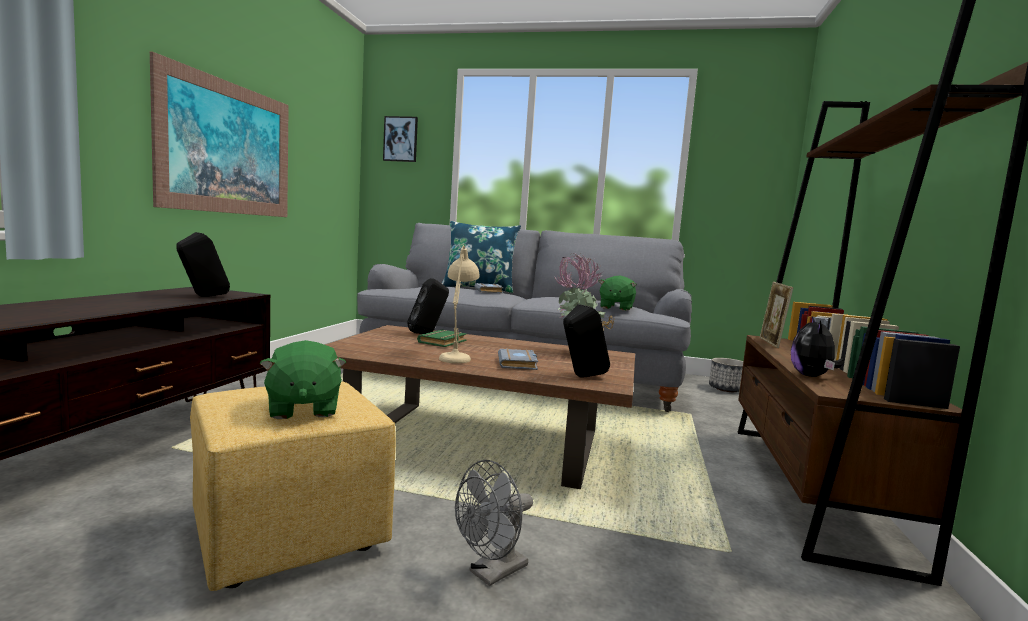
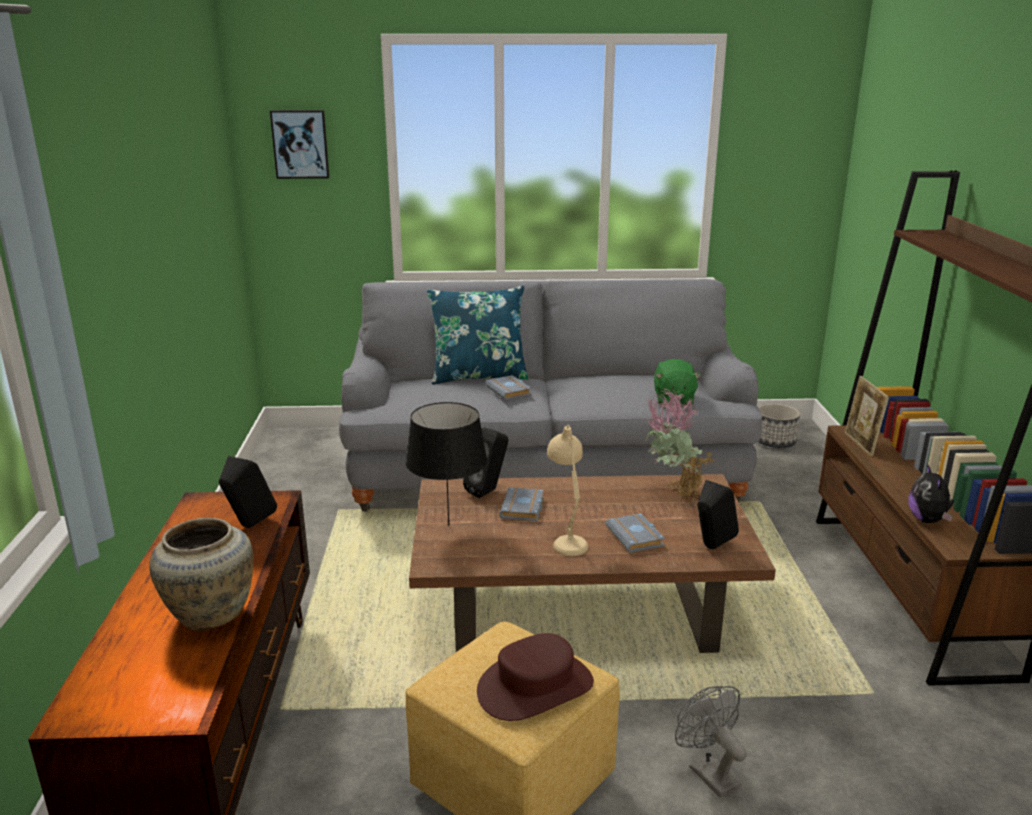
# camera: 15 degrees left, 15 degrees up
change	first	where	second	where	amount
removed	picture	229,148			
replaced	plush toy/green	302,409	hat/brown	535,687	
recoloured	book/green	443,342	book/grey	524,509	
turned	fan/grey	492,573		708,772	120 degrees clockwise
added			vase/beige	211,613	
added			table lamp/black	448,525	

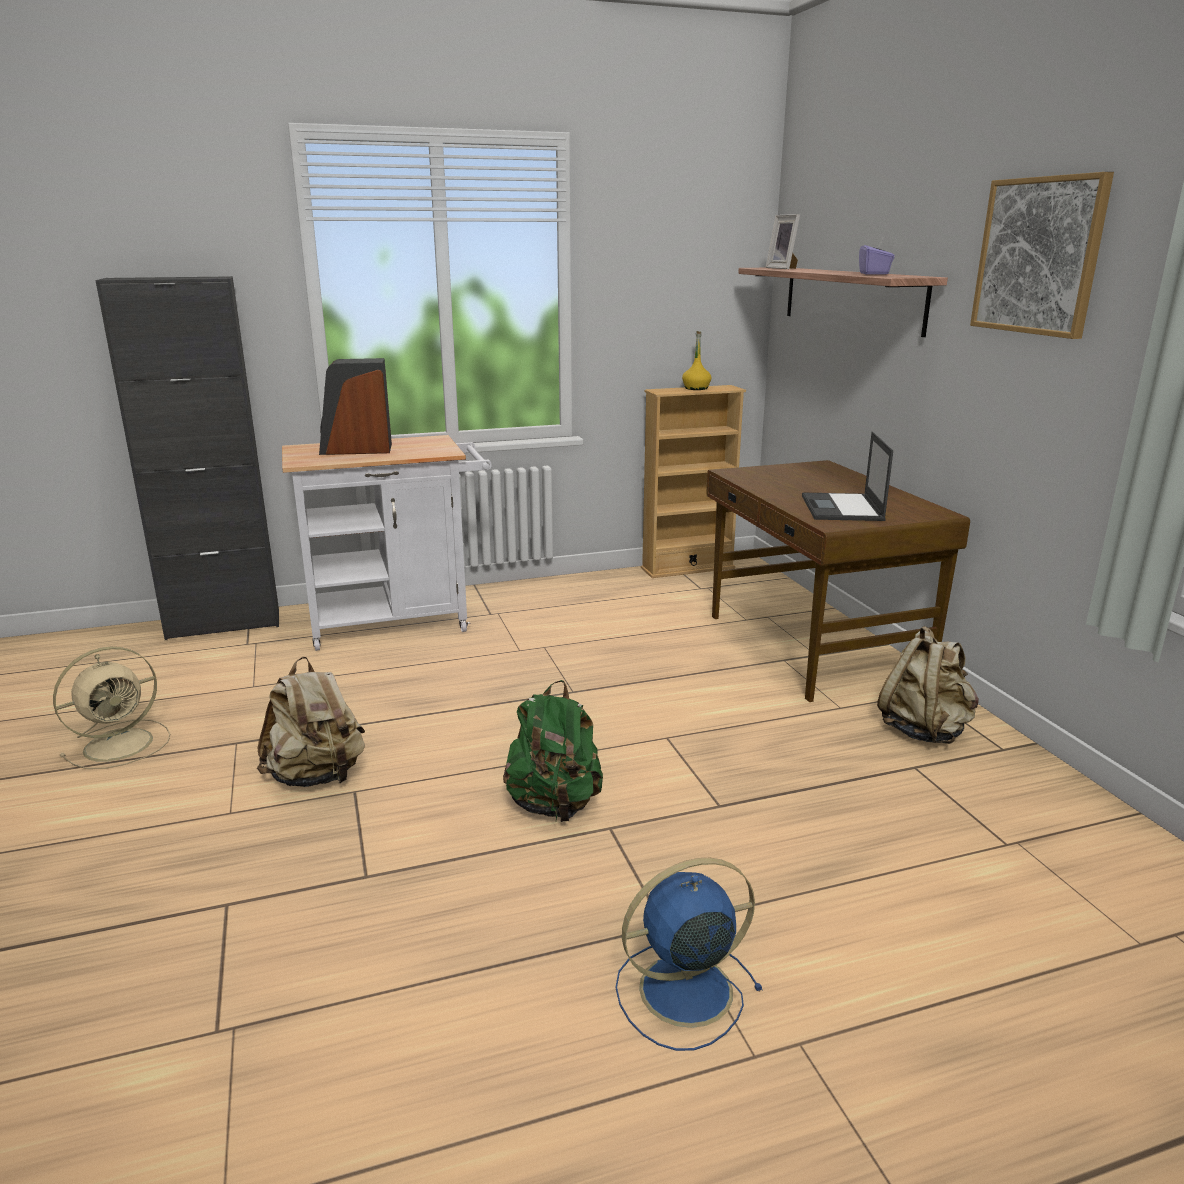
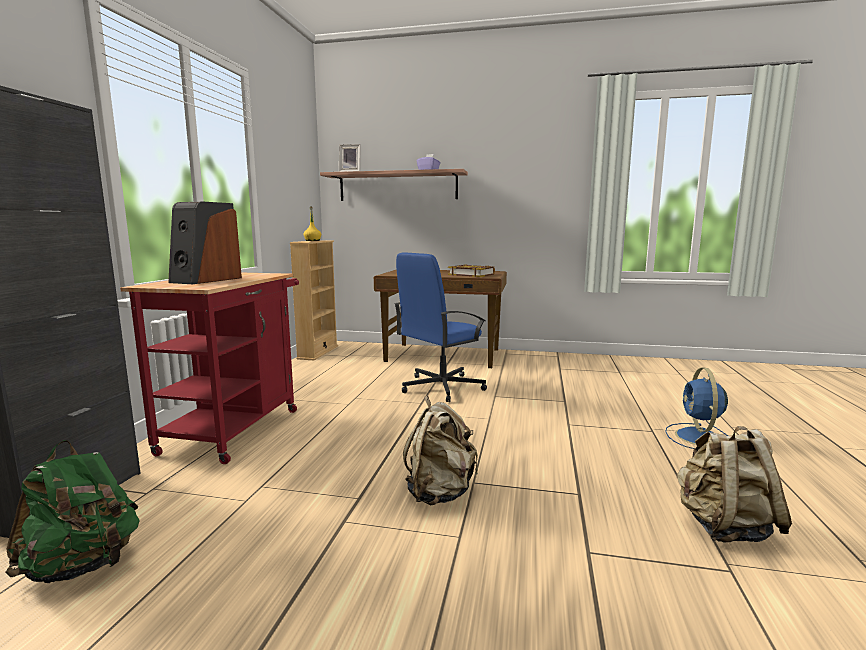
# camera: 60 degrees left, 10 degrees down
change	first	where	second	where	amount
removed	fan/beige	121,744			
recoloured	cart/white	399,622	cart/red	236,427	
moved	backpack/green	554,805		83,566	
replaced	laptop	842,508	book	471,274	
moved	backpack/beige	924,730		724,527	
removed	picture	1039,256			
added			office chair/blue	441,387	

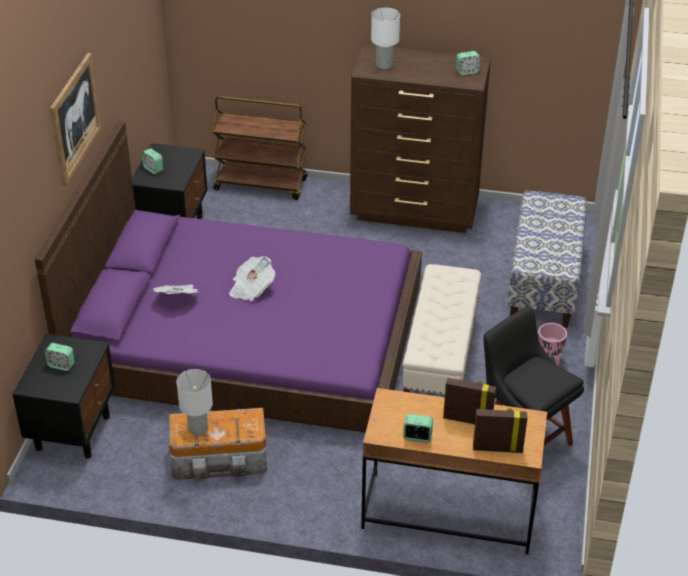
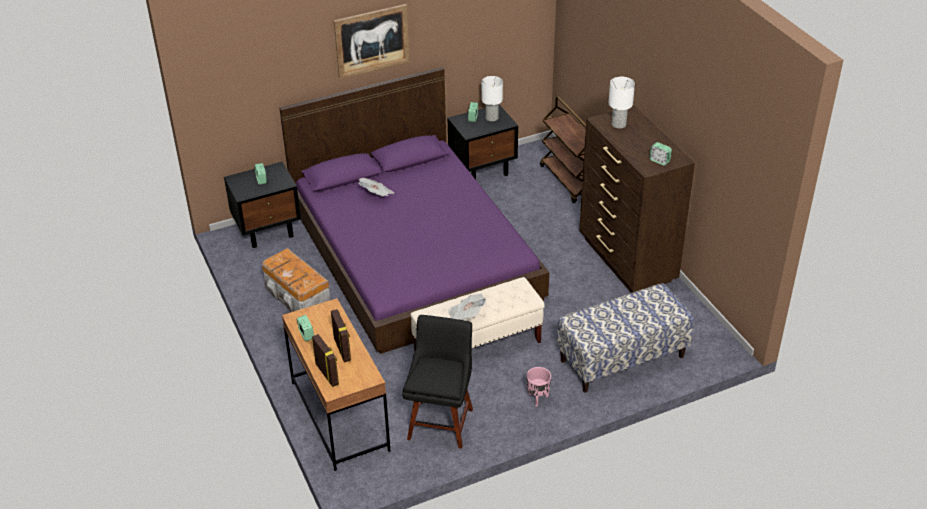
# camera: 55 degrees right, 0 degrees up
change	first	where	second	where	amount
moved	table lamp/white	198,428		492,118	
moved	newspaper	251,288		466,315	

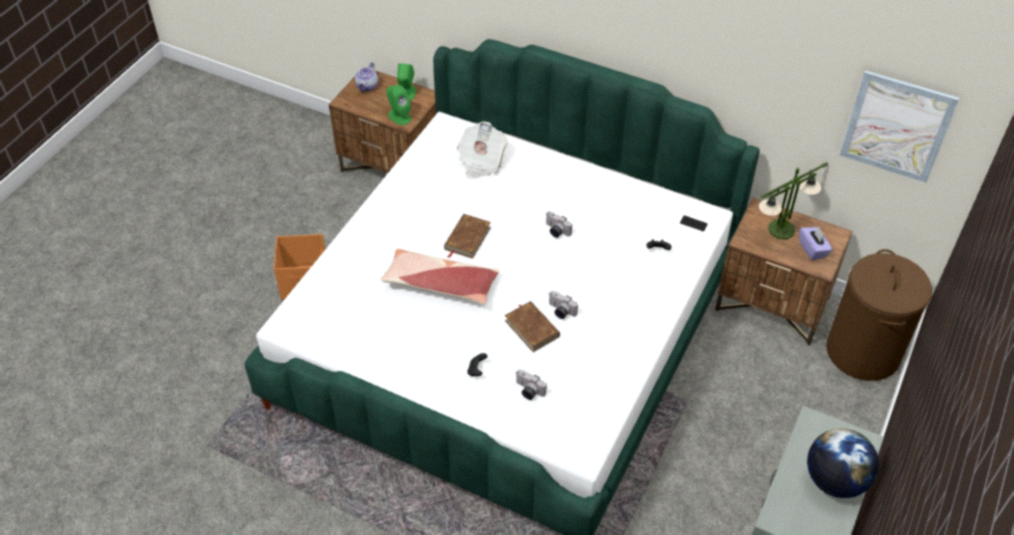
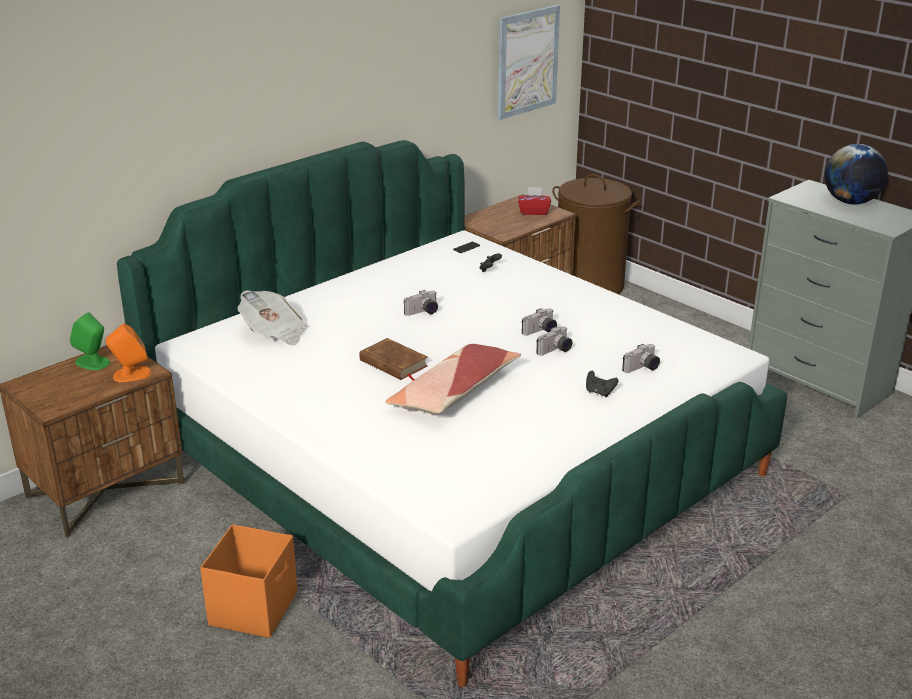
# camera: 70 degrees left, 20 degrees down
change	first	where	second	where	amount
removed	teapot	367,86			
recoloured	speaker/green	399,116	speaker/orange	131,374	
replaced	book/brown	532,328	photo camera	555,351	
removed	table lamp	781,230			
recoloured	tissue box/purple	813,249	tissue box/red	534,212	

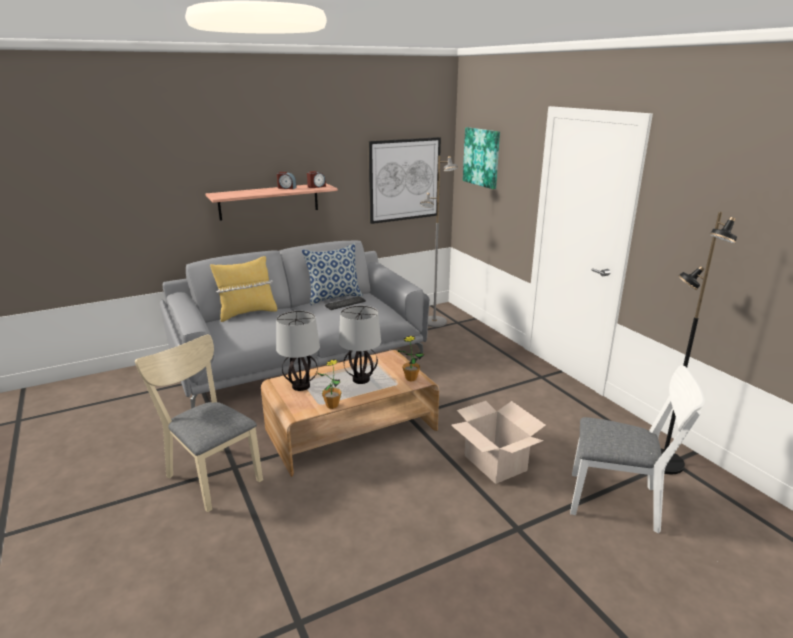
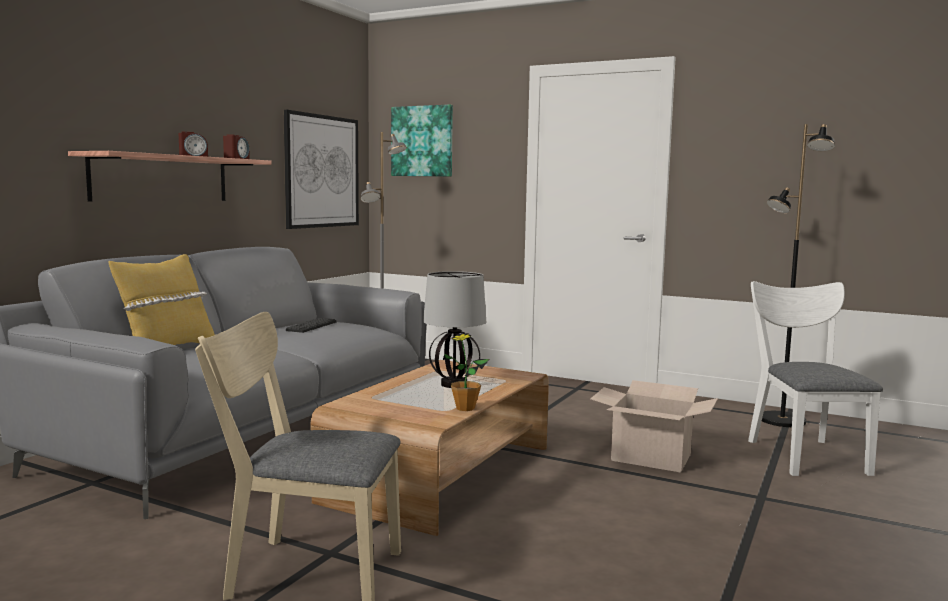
# camera: 35 degrees left, 15 degrees down
change	first	where	second	where	amount
removed	table lamp	301,386			
removed	pillow	334,297			
removed	potted plant	411,378			
turned	chair/white	621,502		803,453	75 degrees counterclockwise

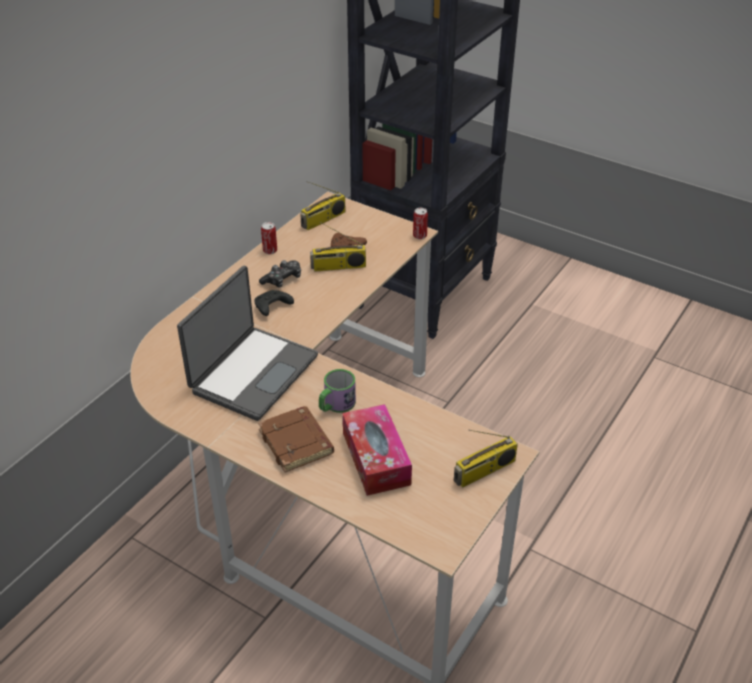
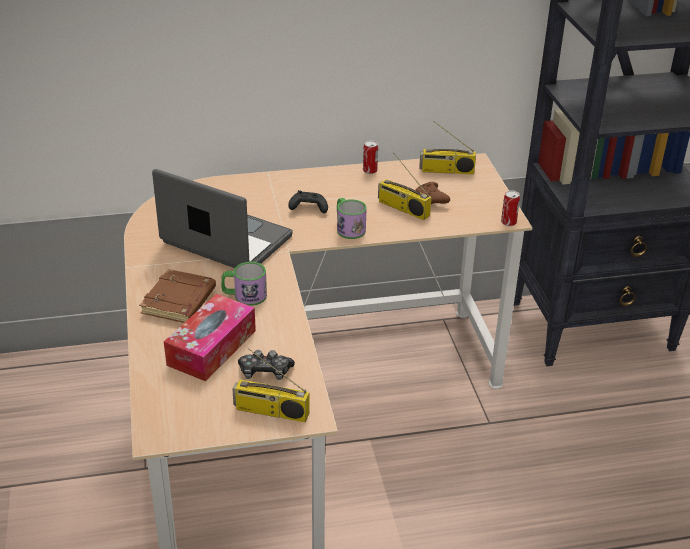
# camera: 45 degrees right, 5 degrees down
change	first	where	second	where	amount
turned	laptop	252,373		225,241	135 degrees counterclockwise
moved	game controller	282,279		265,372	
added			mug	348,228	

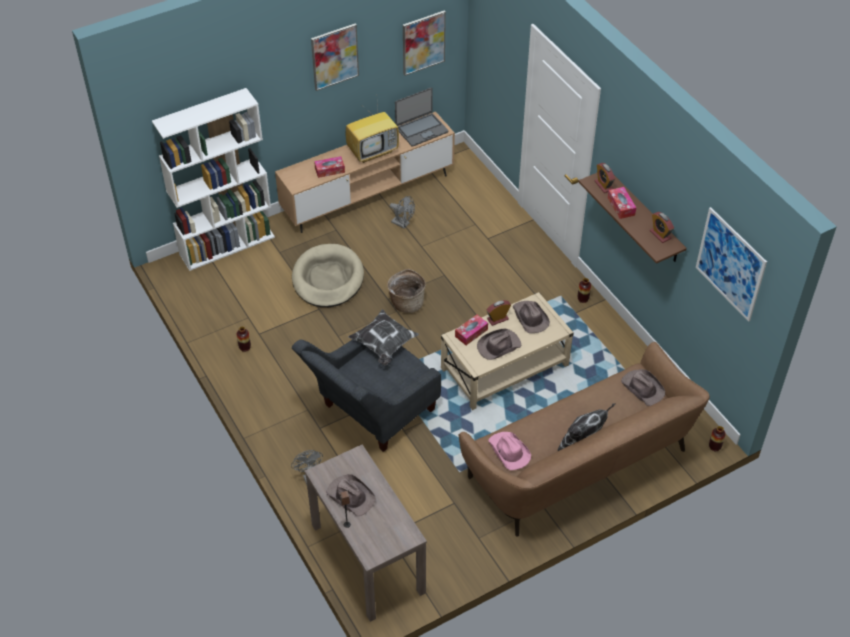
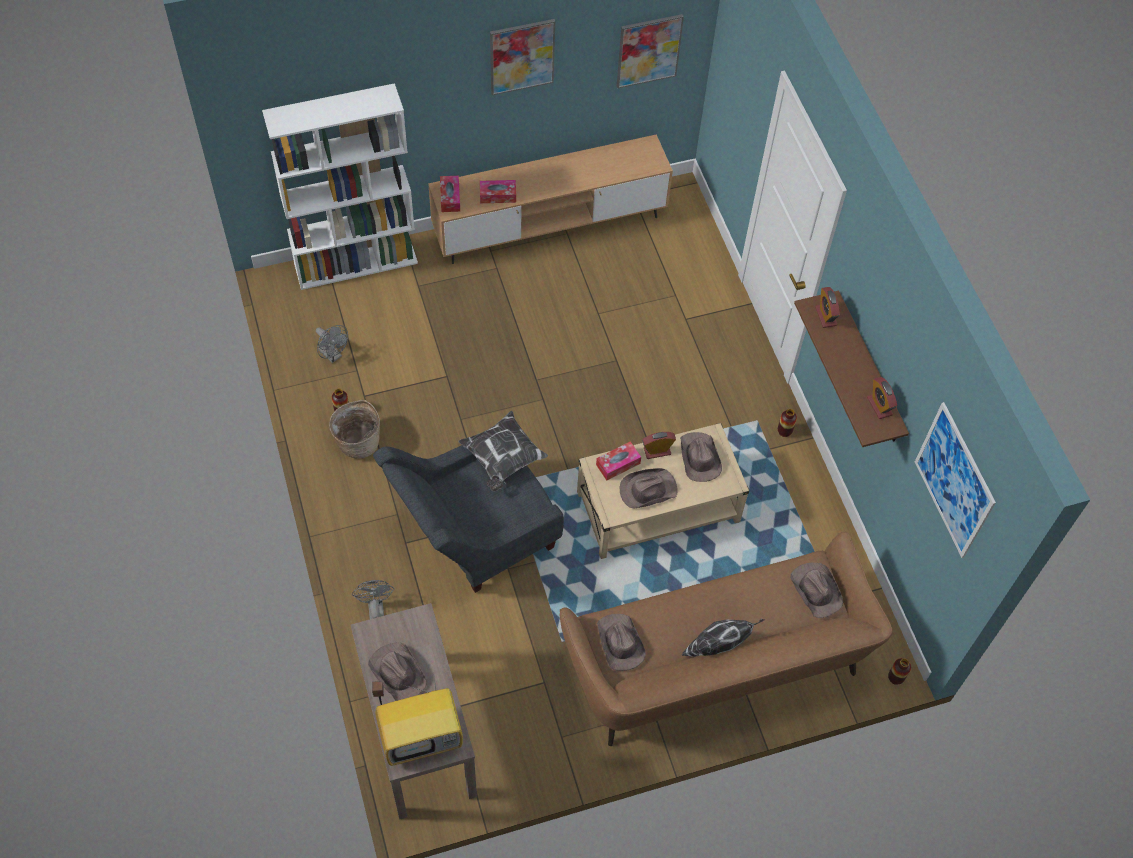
# camera: 10 degrees right, 10 degrees up
change	first	where	second	where	amount
removed	dog bed/beige	328,279			
moved	television	373,151		422,737	
moved	basket	406,302		358,441	
moved	fan/grey	403,224		333,355	
removed	laptop	421,130			
recoloured	hat/pink	509,452	hat/brown	619,643	
moved	tissue box	621,206		450,197	

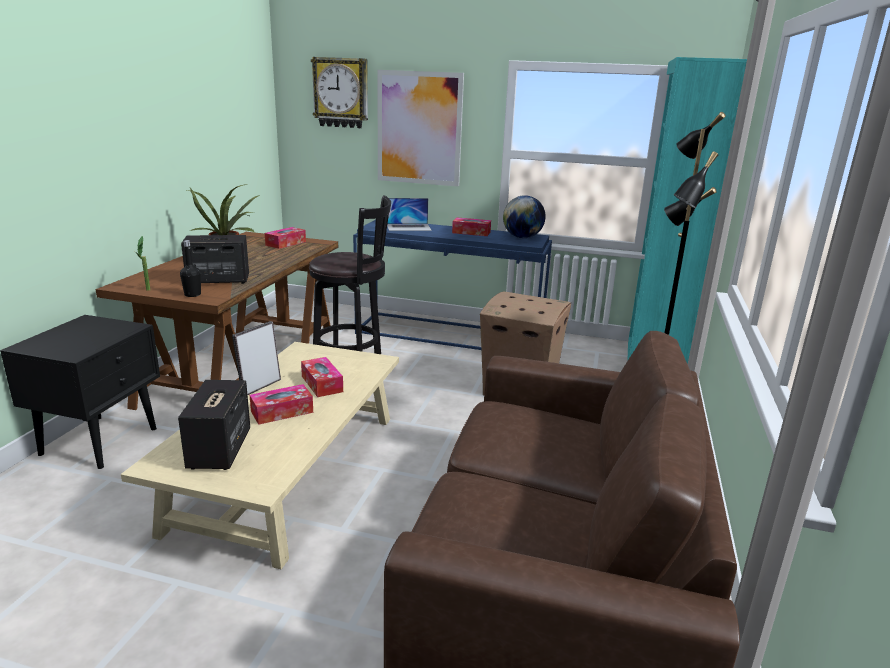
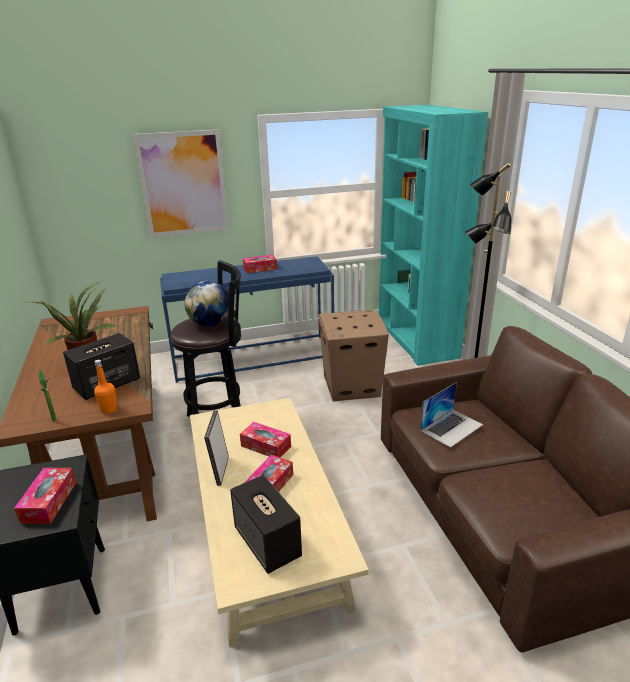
# camera: 30 degrees left, 5 degrees up
change	first	where	second	where	amount
recoloured	bottle/black	192,294	bottle/orange	109,409	
moved	tissue box	285,243		49,502	
removed	wall clock	341,93			
moved	laptop	409,227		451,427	
moved	globe	522,237		210,324	

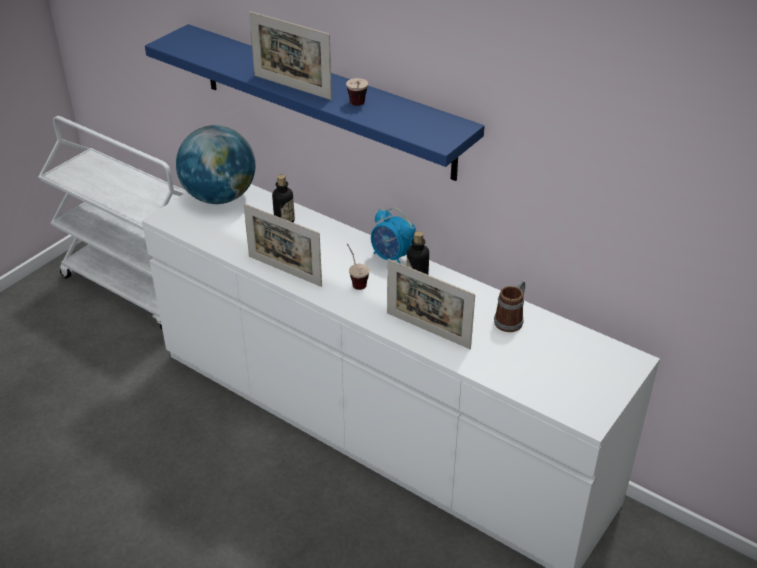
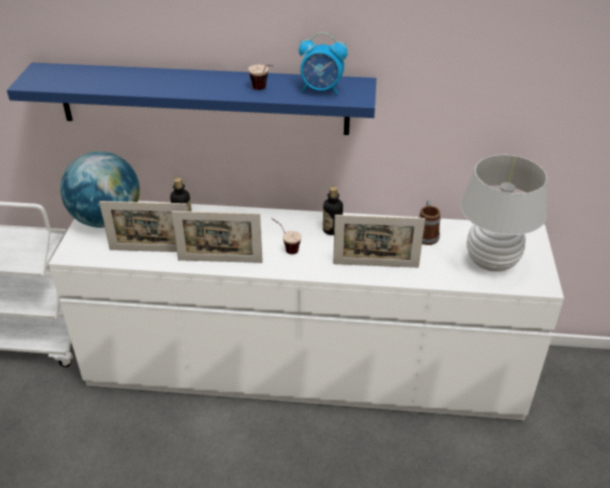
# camera: 30 degrees left, 0 degrees up
change	first	where	second	where	amount
moved	picture frame	292,87		151,251	
moved	alarm clock	392,257		321,90	
added			table lamp/white	491,262	

